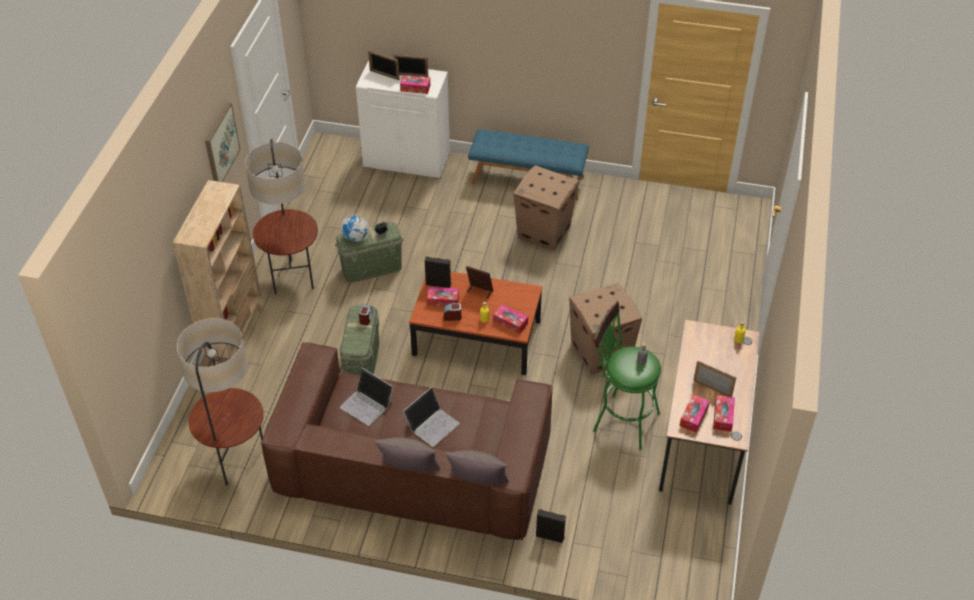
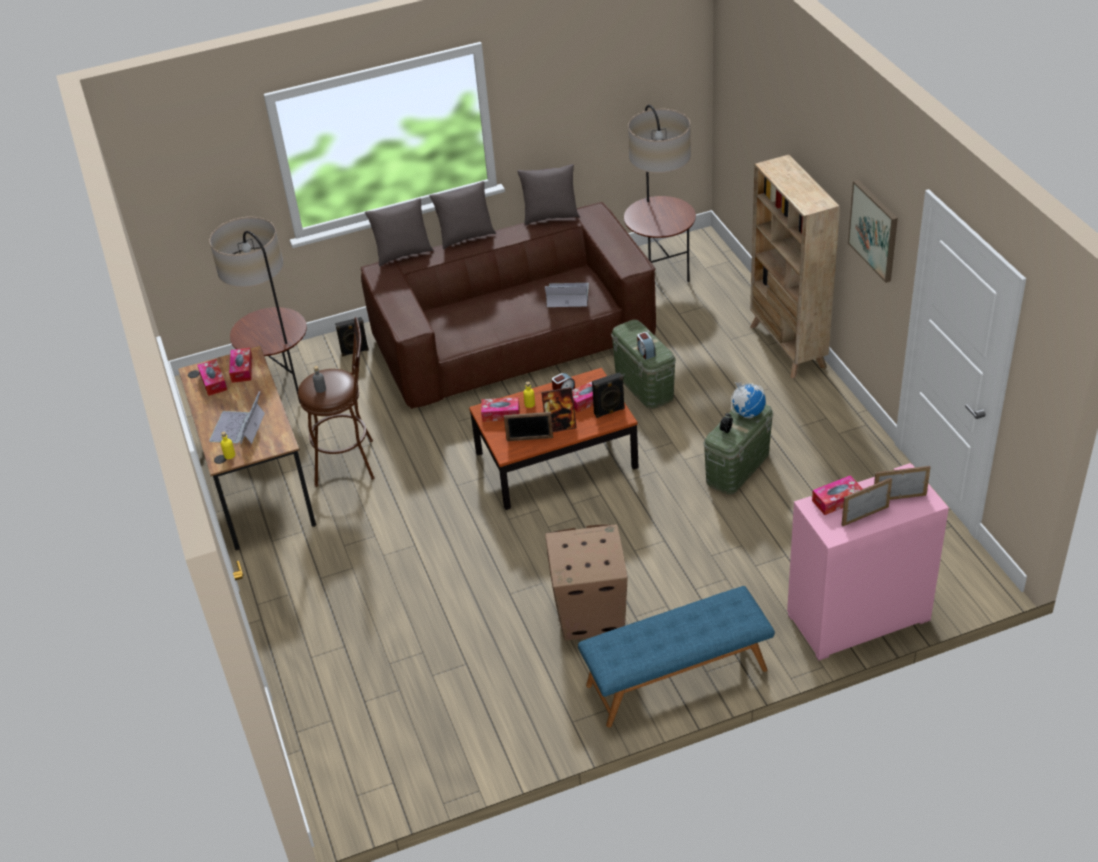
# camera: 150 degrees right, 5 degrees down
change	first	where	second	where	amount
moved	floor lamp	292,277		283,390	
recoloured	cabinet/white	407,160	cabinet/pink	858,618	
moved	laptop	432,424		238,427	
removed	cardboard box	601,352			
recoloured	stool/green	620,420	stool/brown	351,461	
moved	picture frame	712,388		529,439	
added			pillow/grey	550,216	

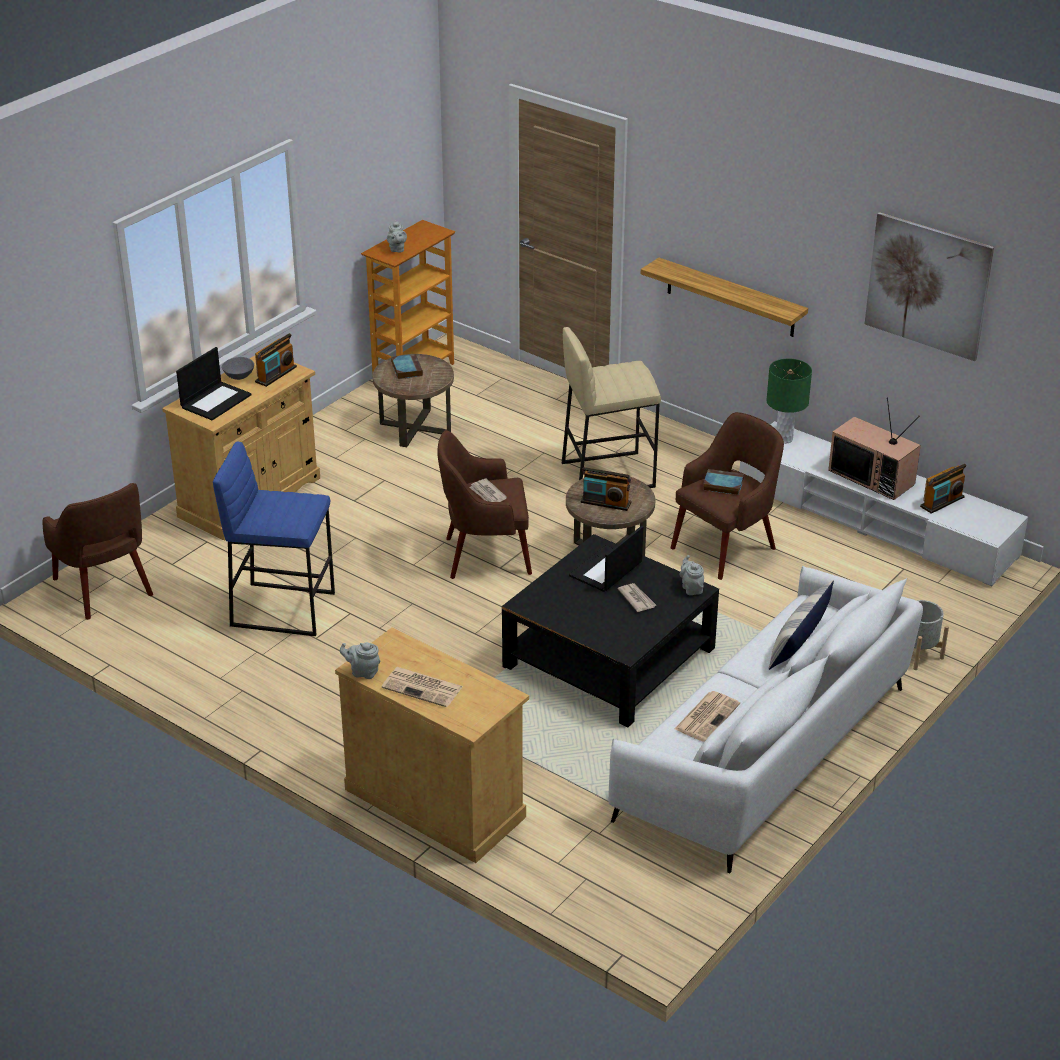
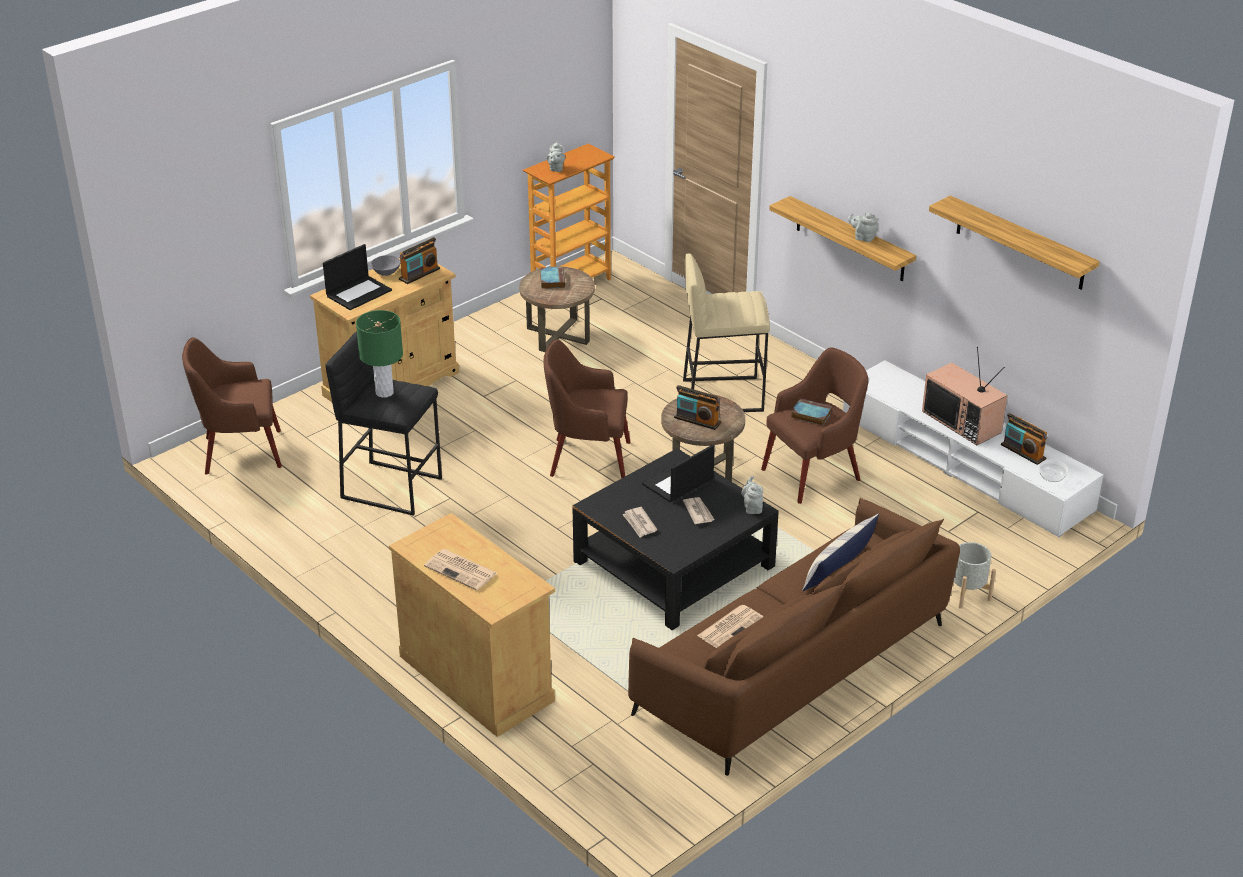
# camera: 10 degrees right, 0 degrees up
change	first	where	second	where	amount
turned	armchair/brown	104,588		241,452	105 degrees clockwise
recoloured	stool/blue	283,608	stool/black	392,487	
moved	teapot/grey	363,672		863,238	
moved	newspaper	487,494		639,524	
recoloured	sofa/white	768,750	sofa/brown	797,667	
moved	table lamp/green	784,439		384,392	
replaced	picture	928,286	shelf	1020,243	
turned	radio	942,502		1023,452	75 degrees clockwise
added			bowl	1051,477	

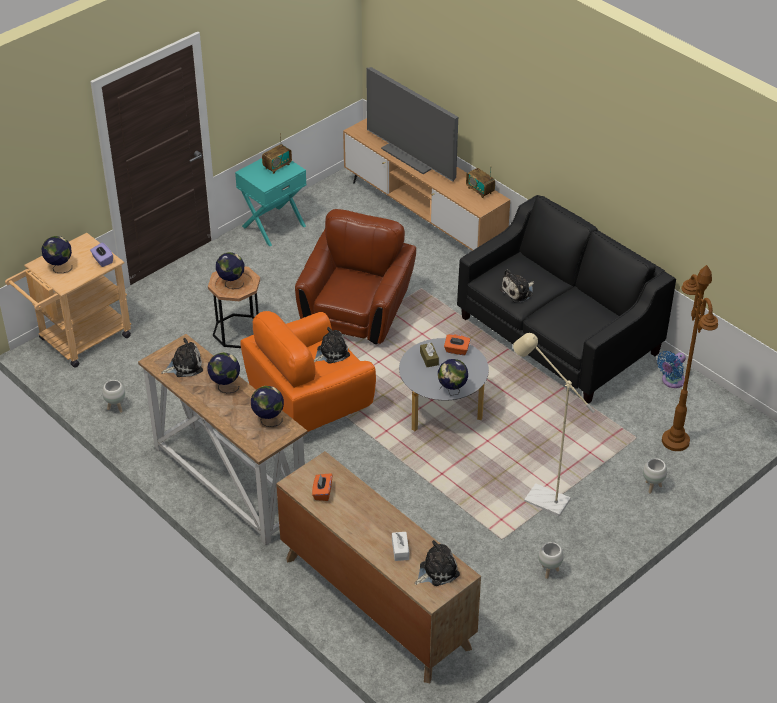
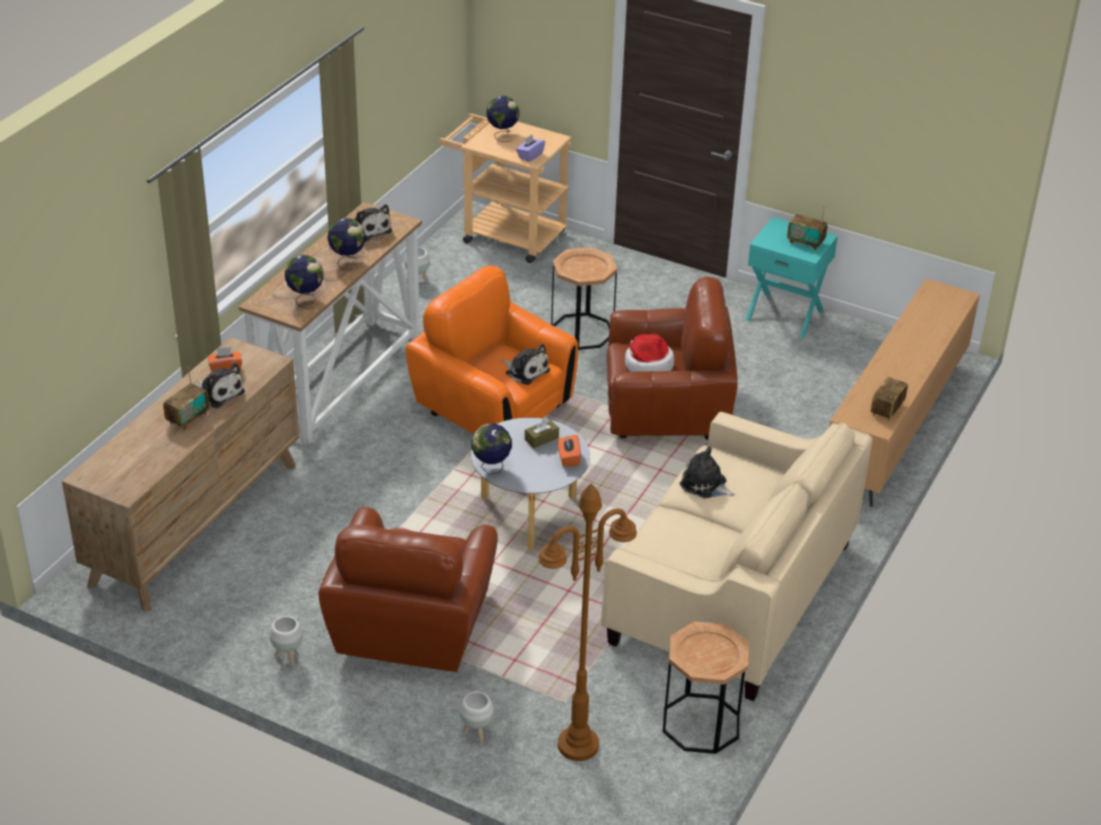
# camera: 70 degrees right, 5 degrees down
change	first	where	second	where	amount
removed	globe	231,283			
removed	television	413,155			
removed	tissue box/white	400,550			
moved	plush toy	436,571		218,393	
recoloured	sofa/black	559,336	sofa/beige	730,594	
replaced	floor lamp/beige	539,497	armchair/brown	412,627	
replaced	fan/blue	671,381	side table/brown	701,723	
added			radio	188,418	
added			hat	647,365	

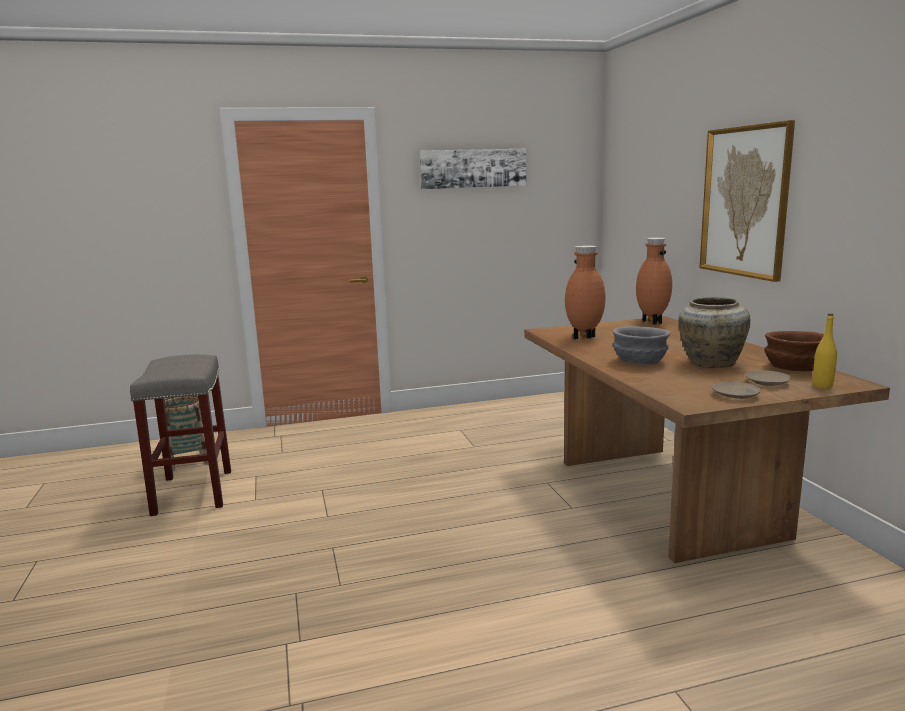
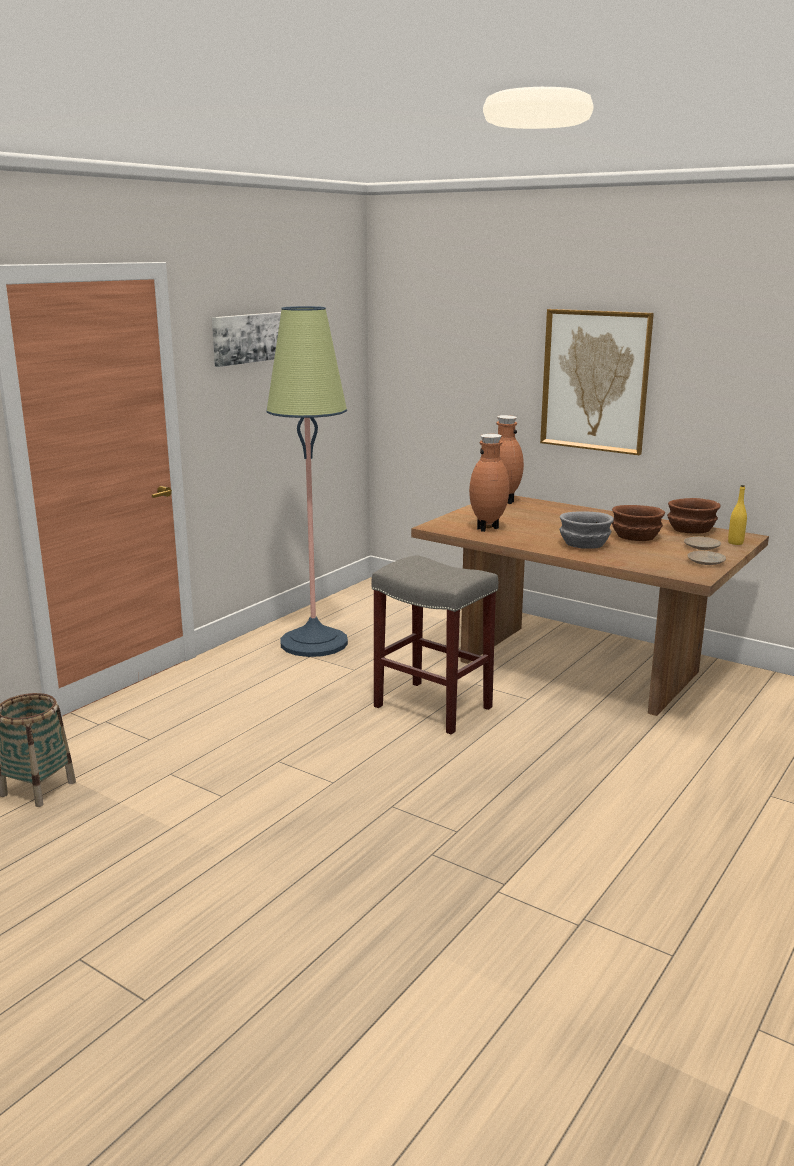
# camera: 40 degrees left, 5 degrees up
change	first	where	second	where	amount
moved	stool/grey	192,491		431,707	
replaced	vase/beige	710,363	bowl/brown	634,537	
added			floor lamp	314,643	

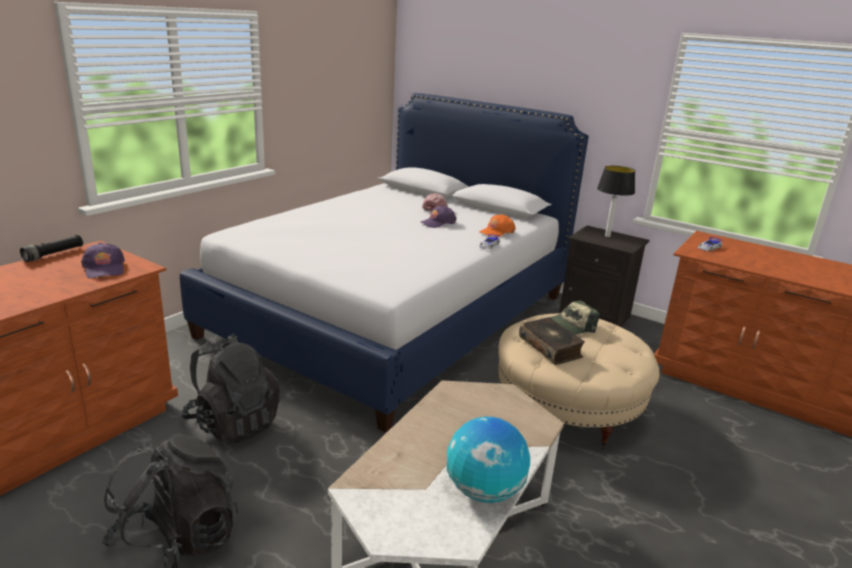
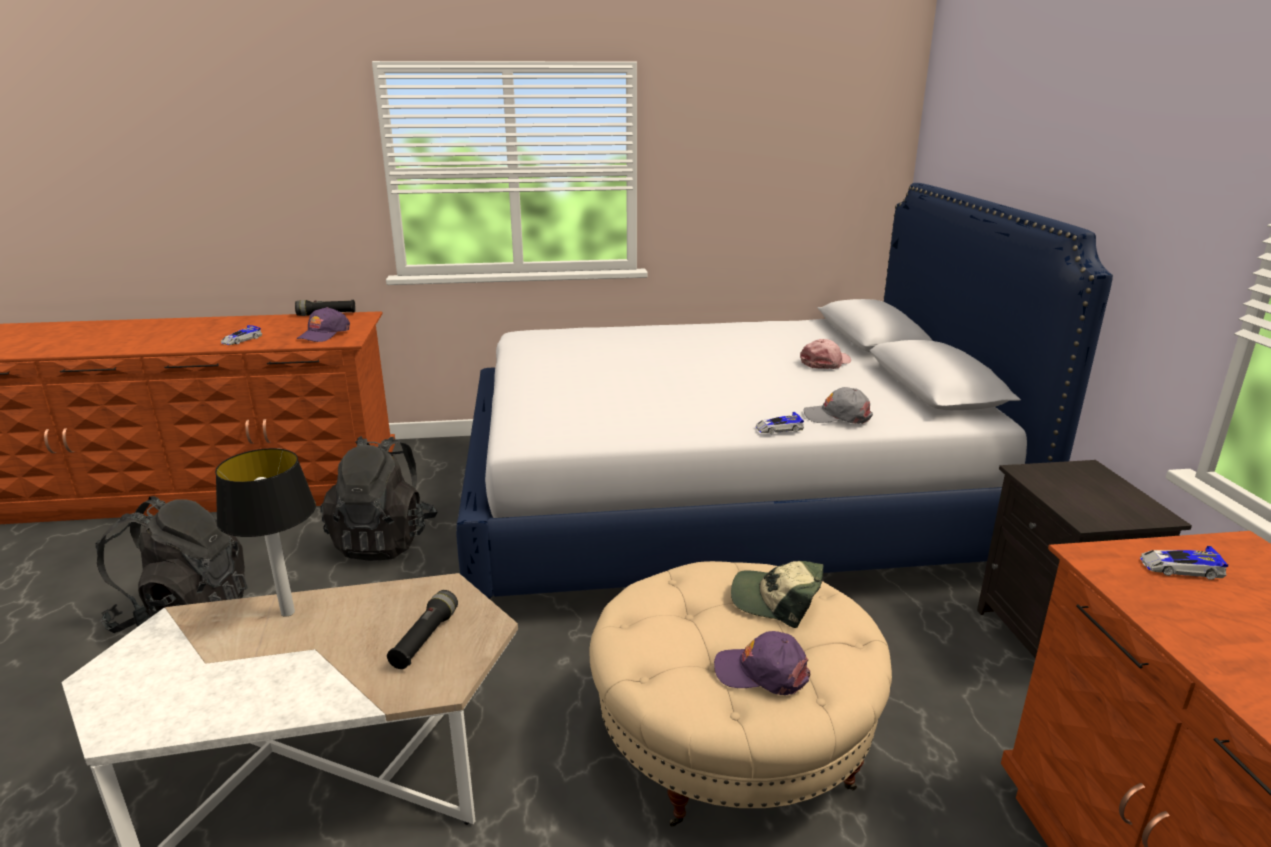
# camera: 50 degrees right, 0 degrees up
change	first	where	second	where	amount
moved	cap/purple	438,223		762,672	
removed	globe	484,491			
recoloured	cap/orange	496,232	cap/grey	837,416	
removed	book	551,347			
moved	table lamp	607,236		287,612	
added			toy car	241,340	
added			flashlight/black	425,639	

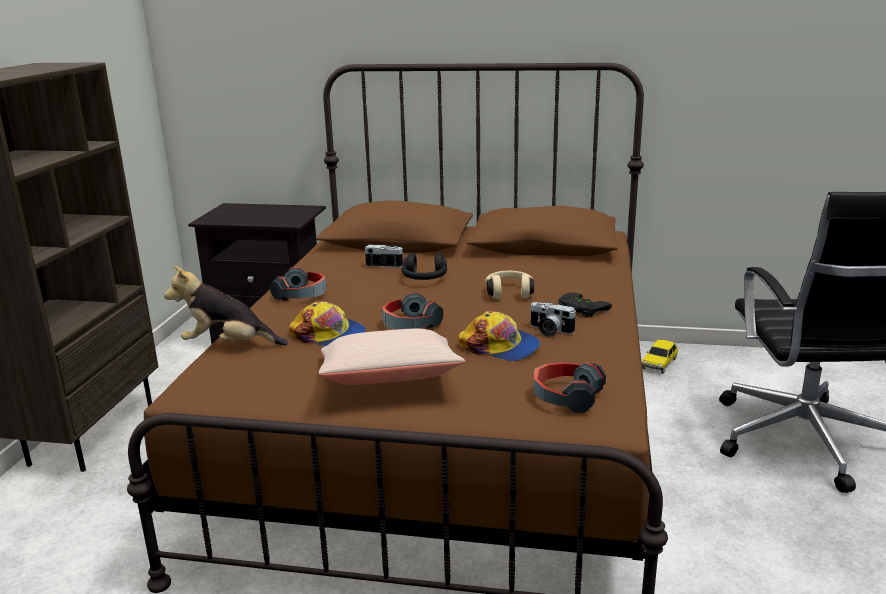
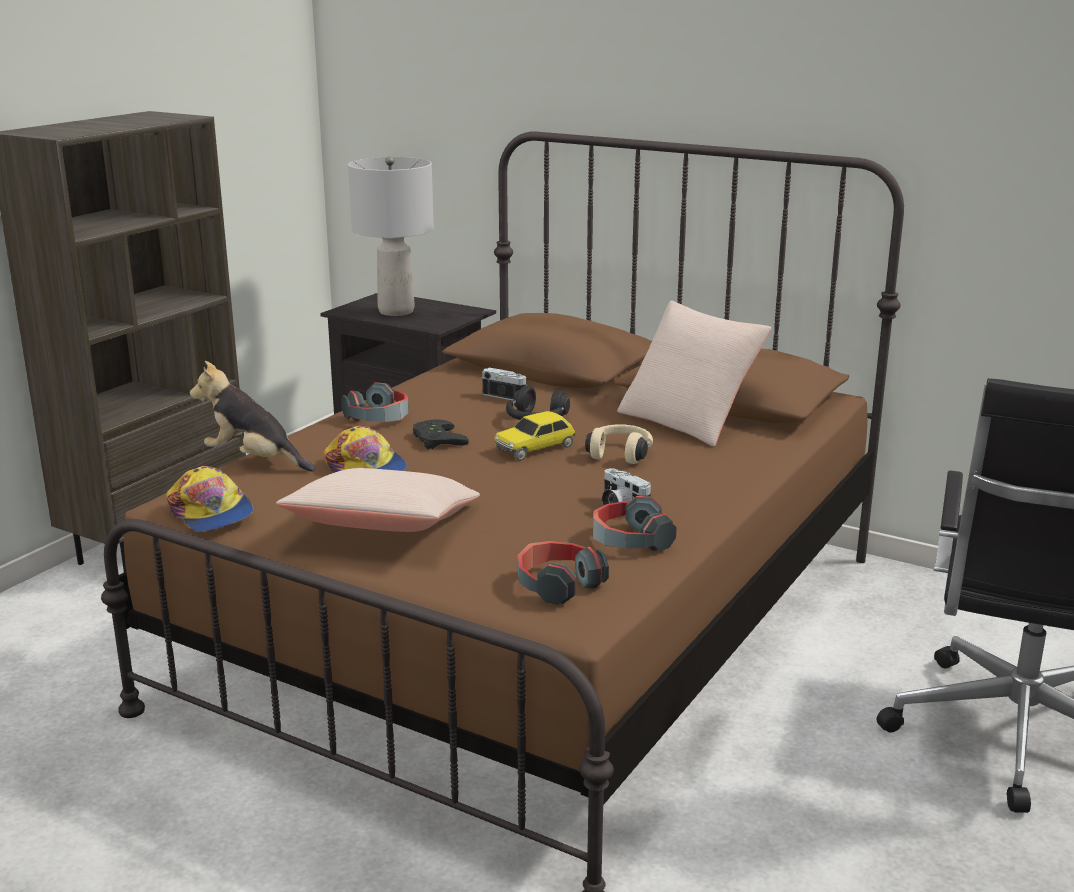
# camera: 20 degrees right, 0 degrees up
change	first	where	second	where	amount
moved	headphones	409,325		629,540	
moved	cap	500,347		211,513	
moved	game controller/black	580,309		435,439	
moved	toy car	659,363		535,448	
added			table lamp/grey	395,311	
added			pillow/beige	689,420	

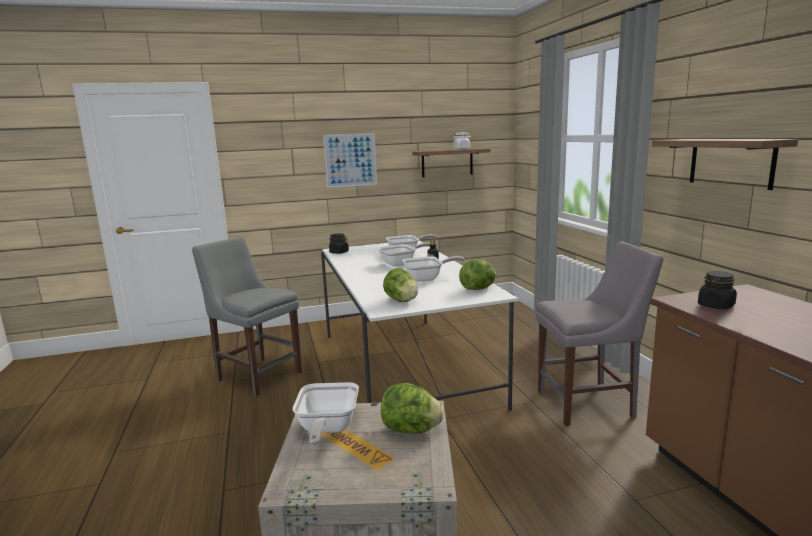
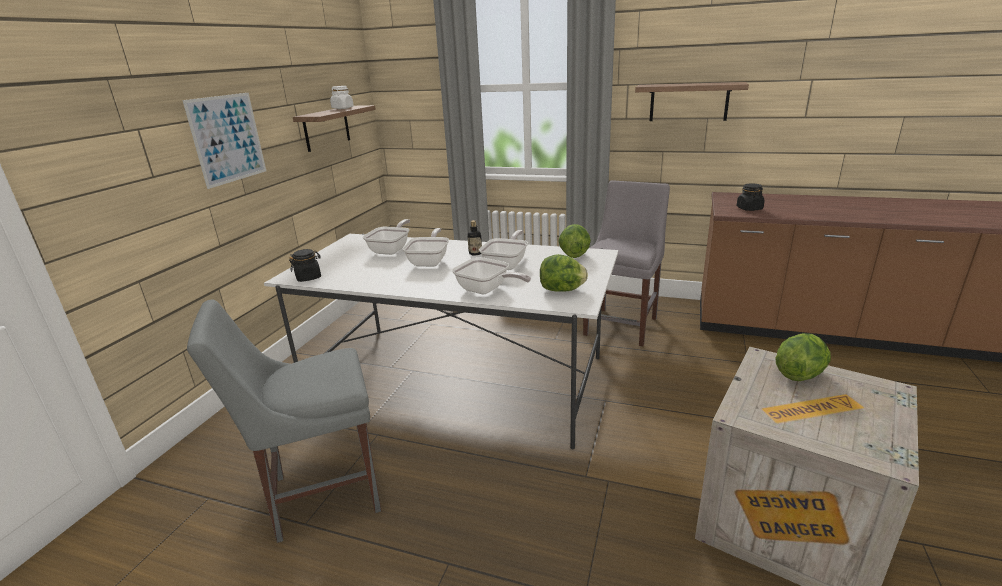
# camera: 55 degrees left, 10 degrees up
change	first	where	second	where	amount
moved	frying pan	327,429		486,290	

